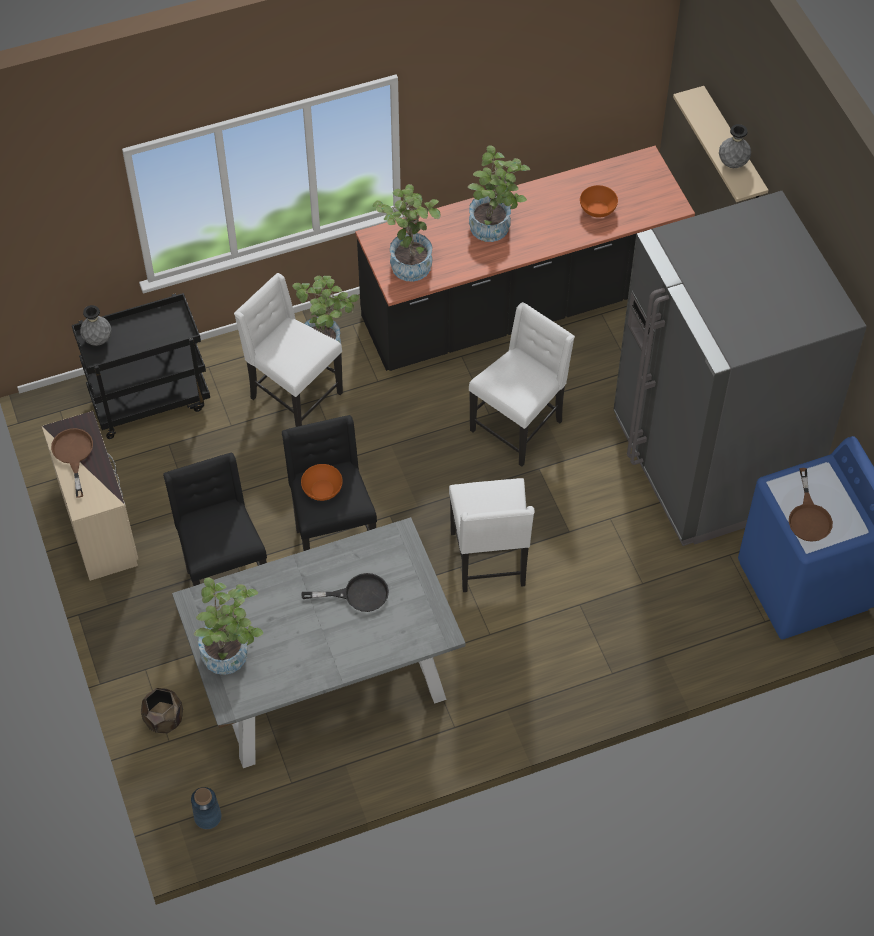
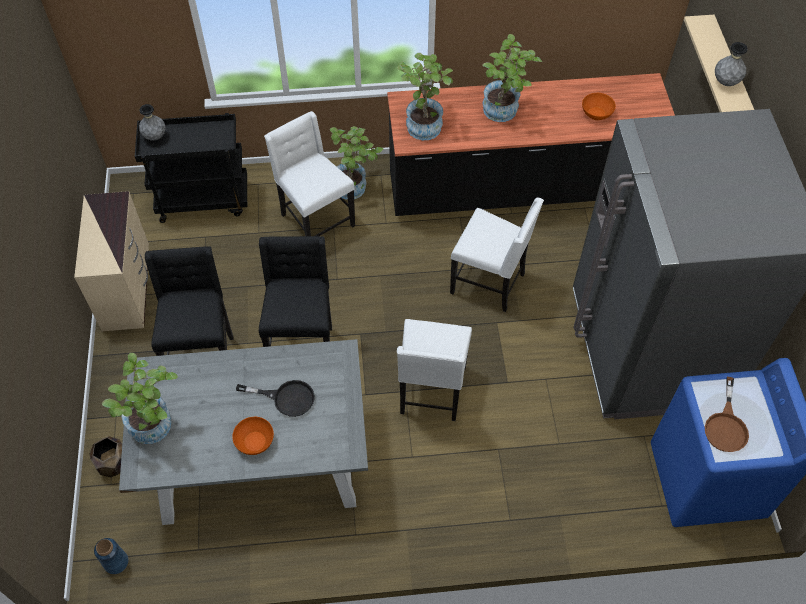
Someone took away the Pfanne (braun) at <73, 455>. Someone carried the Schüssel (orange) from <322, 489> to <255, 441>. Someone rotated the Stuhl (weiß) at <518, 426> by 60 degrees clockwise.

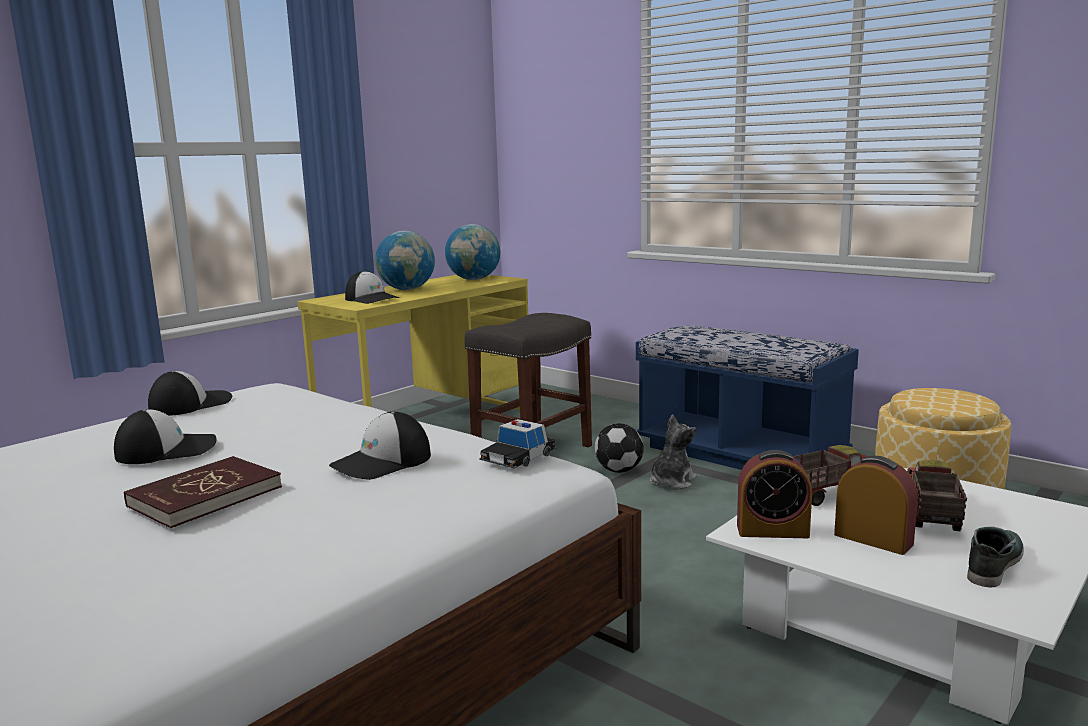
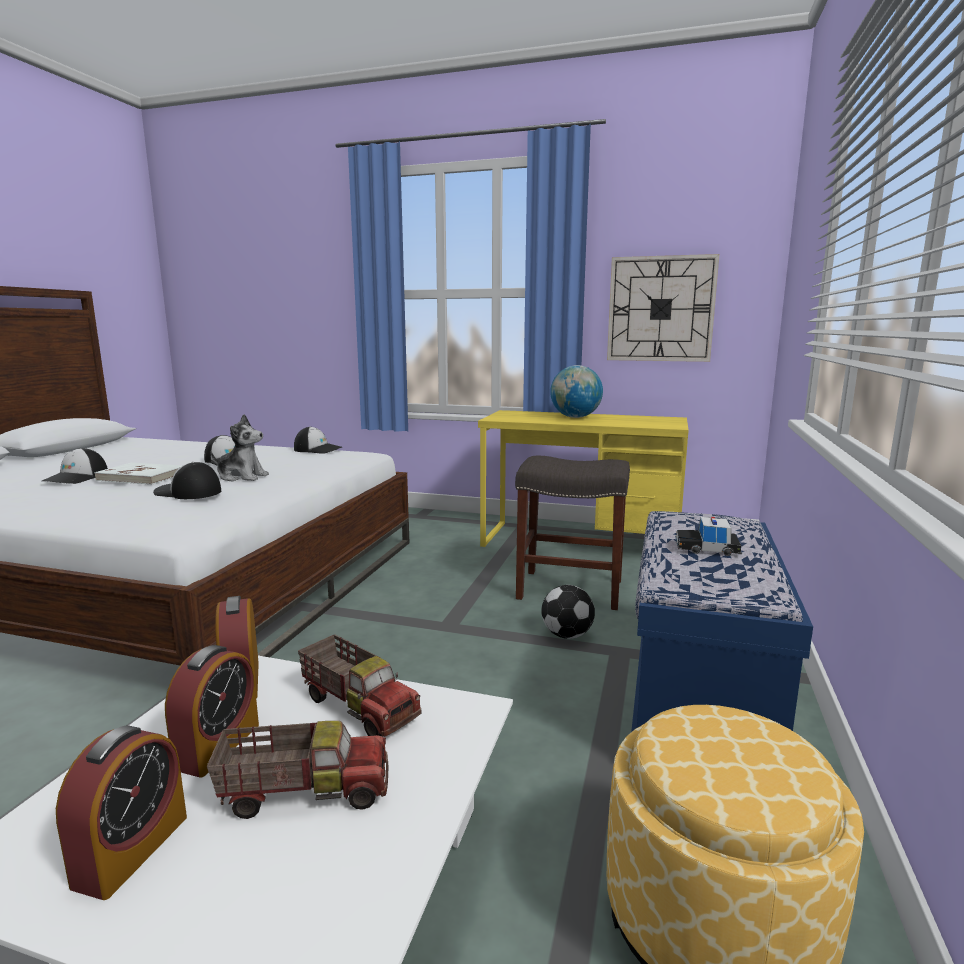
Someone took away the Globus at <474, 279>. Someone put up the Wanduhr at <660, 309>. Someone carried the Kappe from <372, 299> to <77, 478>. Someone carried the Spielzeugauto from <518, 457> to <707, 548>. Someone carried the Plüschtier from <671, 482> to <242, 477>. Someone swapped the Schuh at <993, 564> for the Wecker at <132, 850>. Someone repainted the Buch (rot) at <205, 496>, which became the Buch (weiß) at <142, 477>.

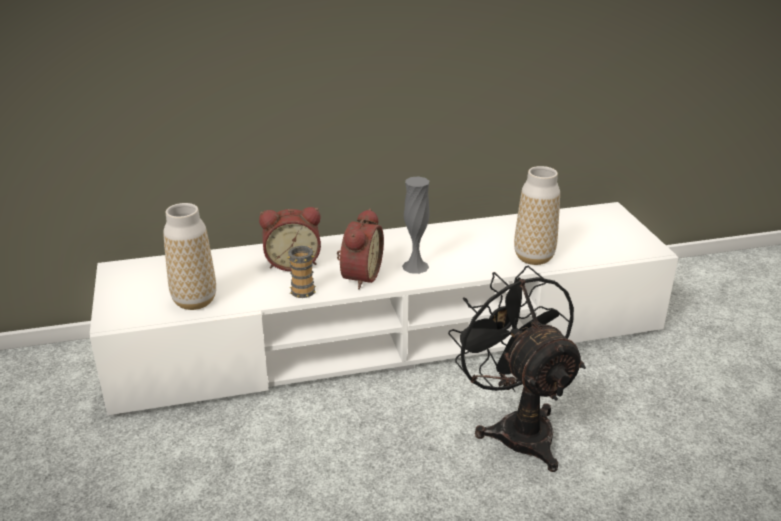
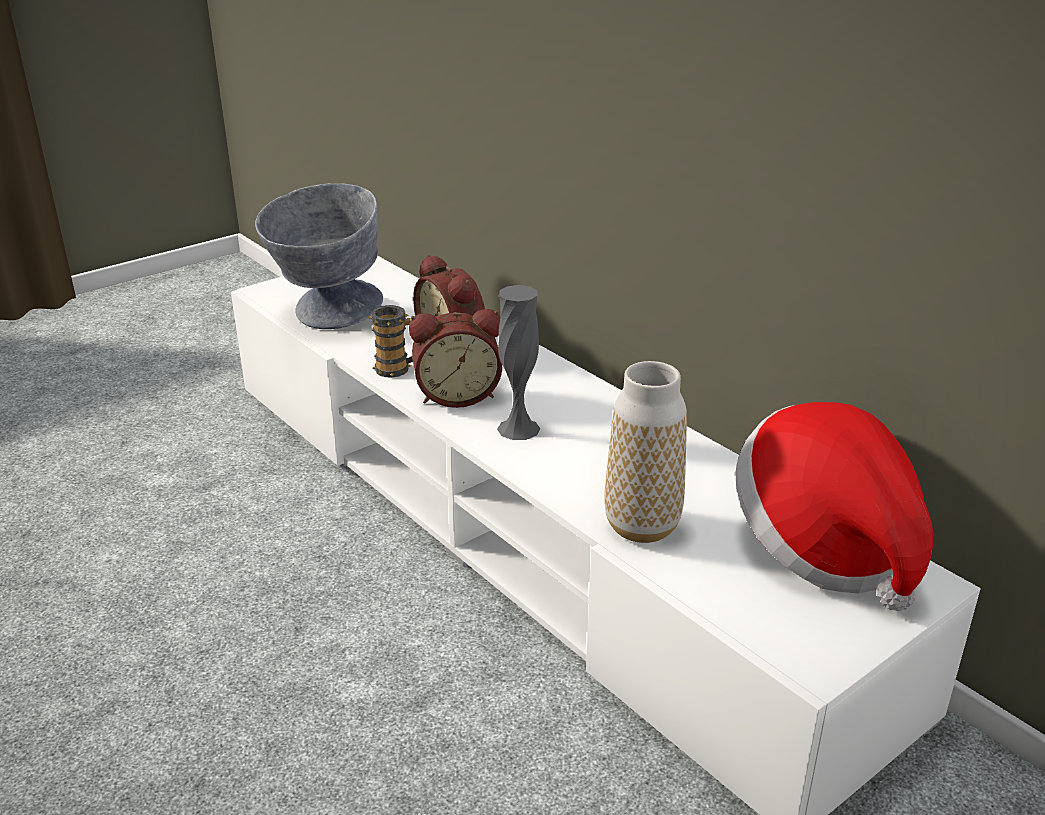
Someone took away the Ventilator (schwarz) at <516, 428>. Someone put down the Hut at <824, 546>. Someone swapped the Vase at <194, 301> for the Schüssel (grau) at <327, 317>.

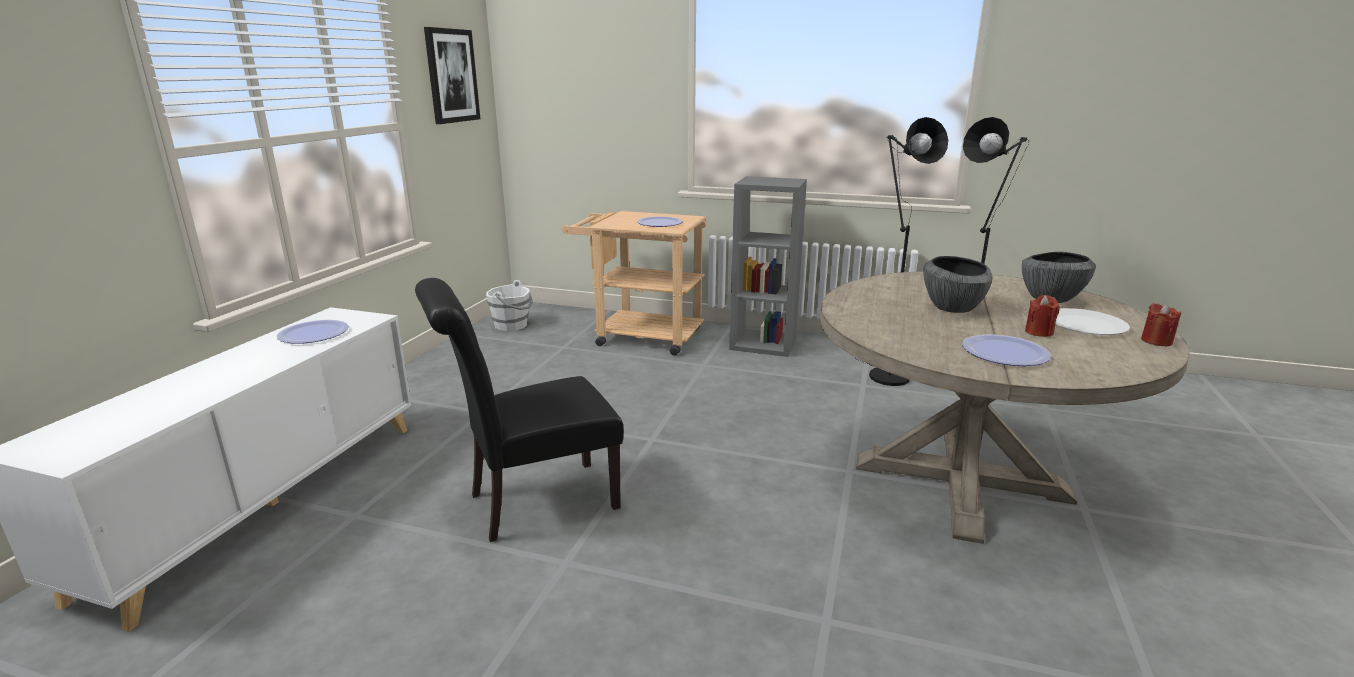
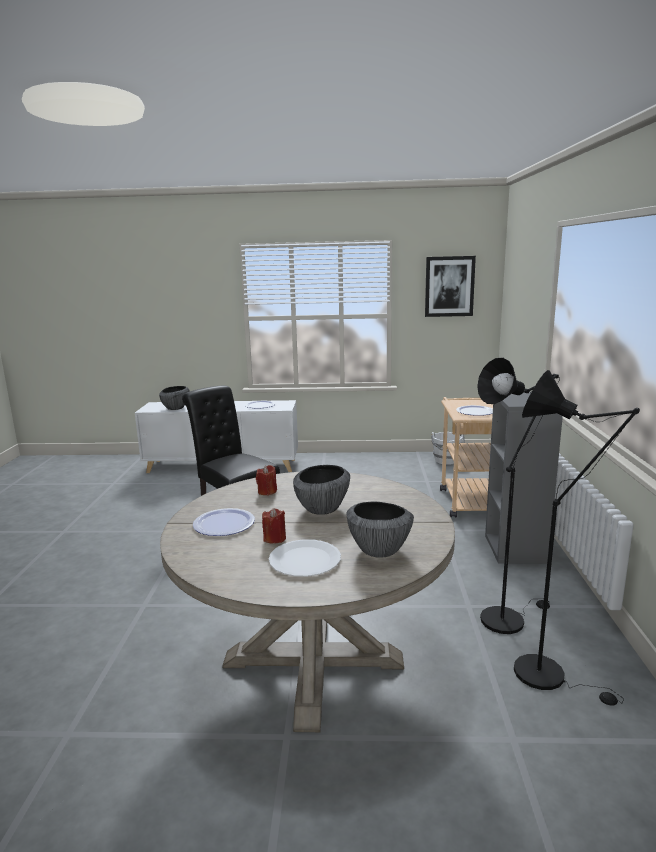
Someone put down the Schüssel at <175, 408>. Someone carried the Kerze (rot) from <1156, 341> to <267, 491>.

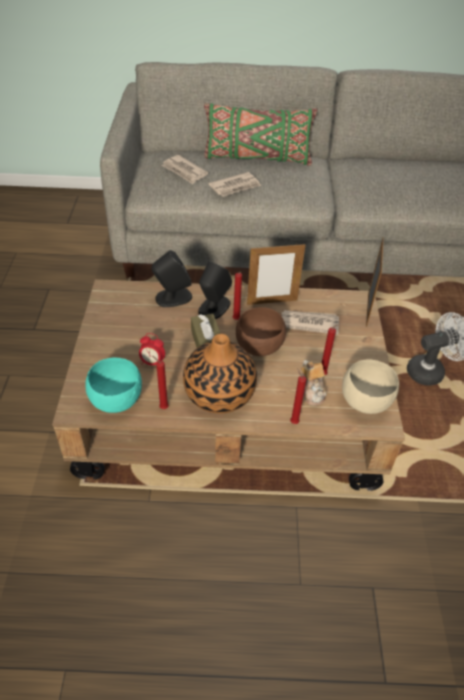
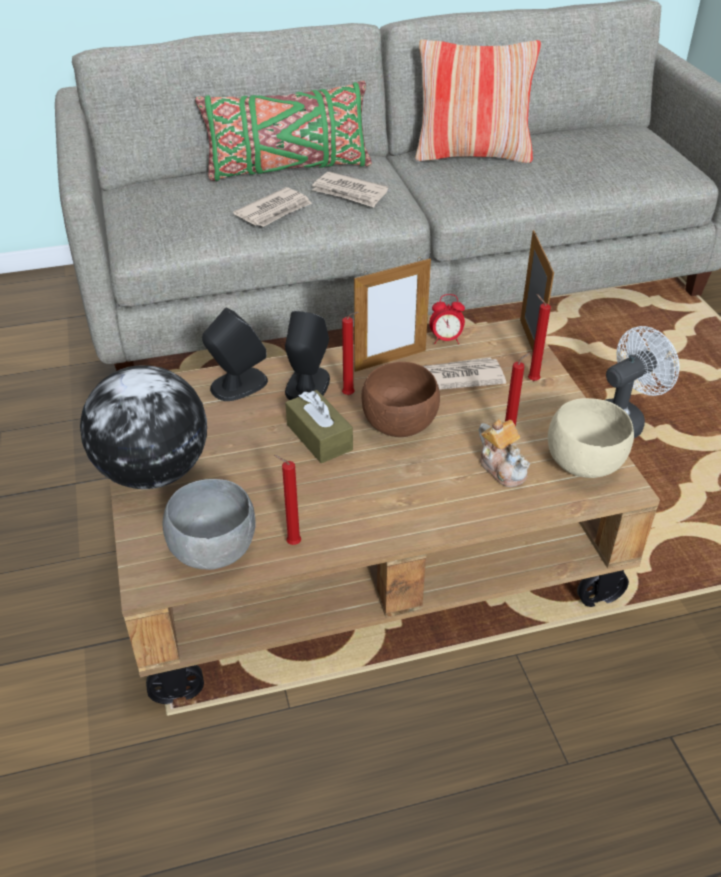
Someone took away the Vase at <219, 393>. Someone put down the Globus at <154, 471>. Someone put down the Kissen at <472, 155>. Someone carried the Wecker from <152, 362> to <446, 340>. Someone carried the Zeitung from <184, 171> to <350, 193>. Someone carried the Kerze (rot) from <293, 421> to <531, 380>. Someone repainted the Schüssel (türkis) at <117, 400>, which became the Schüssel (grau) at <215, 549>.

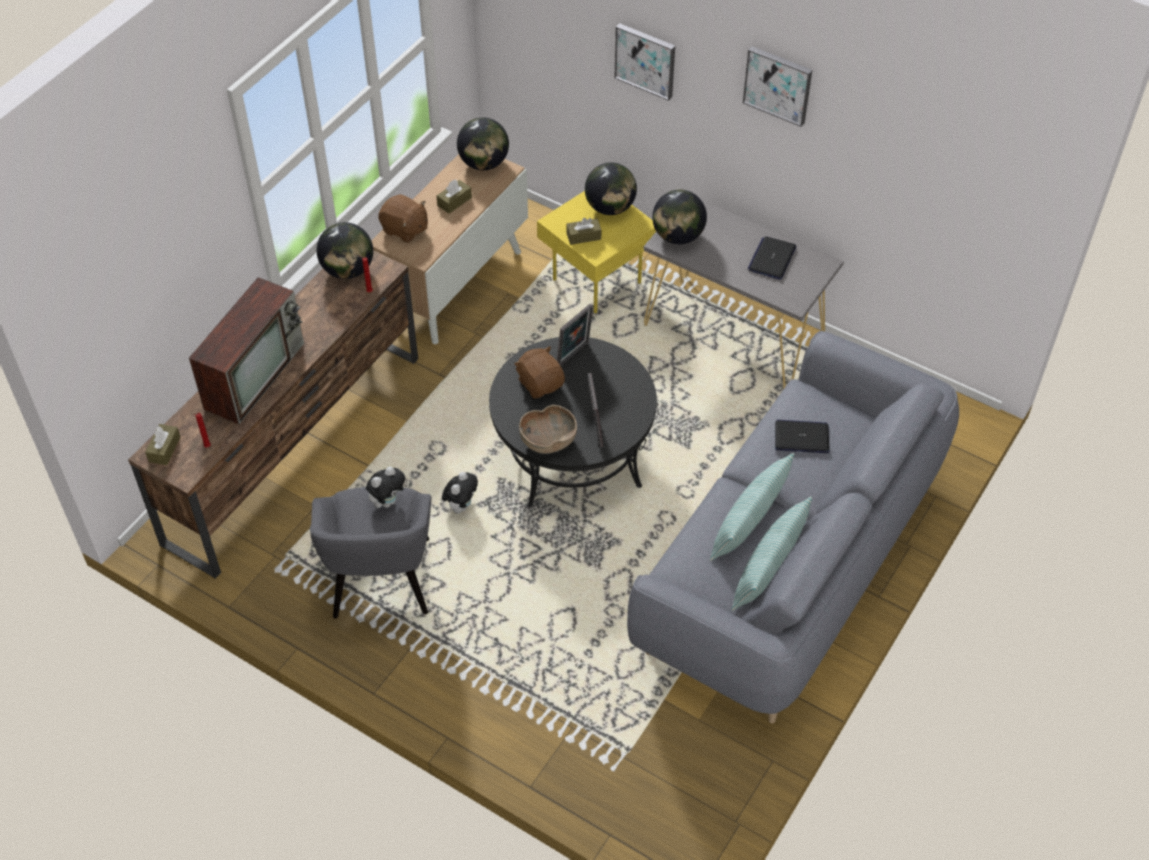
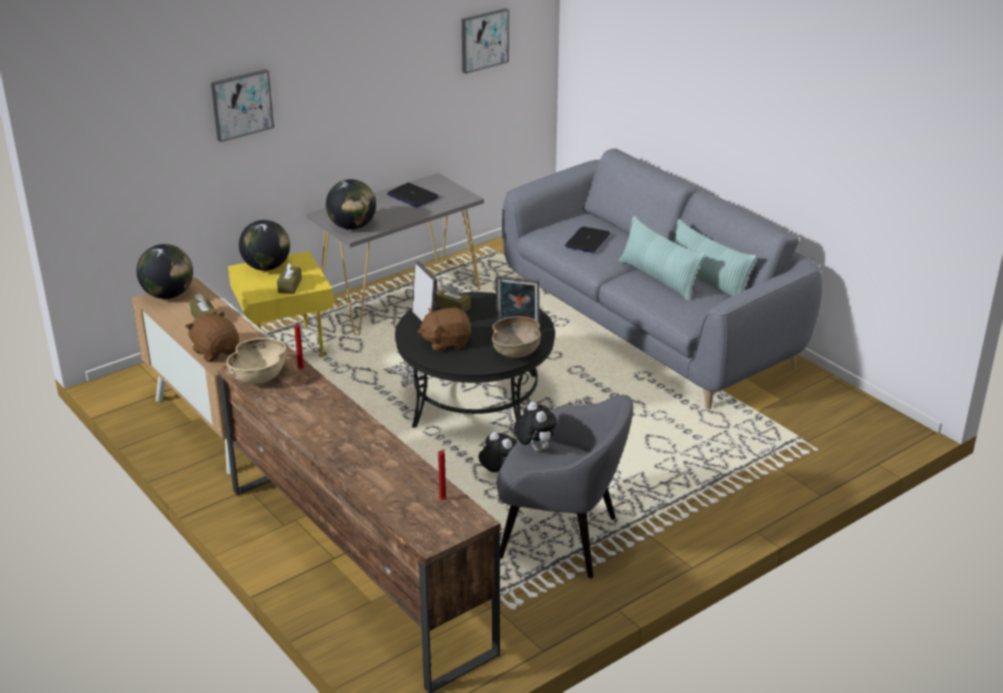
Someone took away the Fernseher at <255, 374>. Someone carried the Taschentuchbox (braun) from <164, 449> to <453, 307>. Someone carried the Bild from <778, 84> to <484, 40>. Someone swapped the Globus at <348, 270> for the Schüssel (beige) at <259, 376>. Someone rotated the Plüschtier (braun) at <405, 229> by 90 degrees counterclockwise.

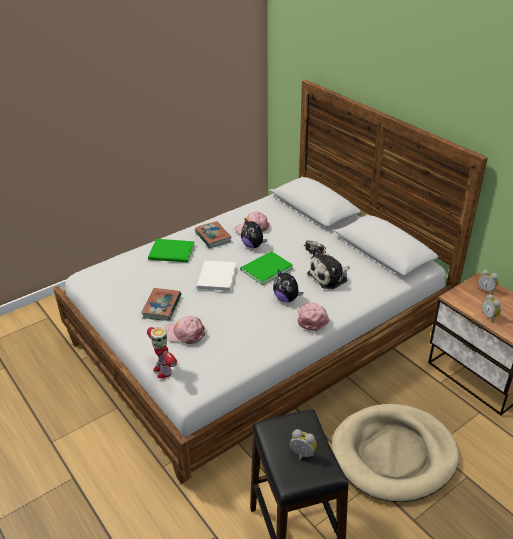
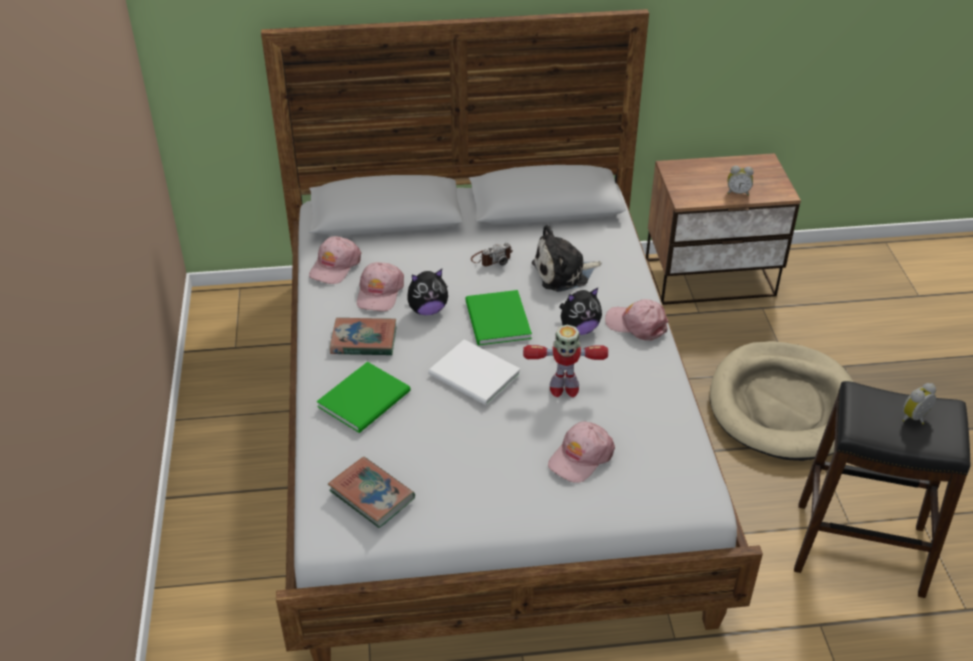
Someone took away the Wecker at <486, 290>. Someone put down the Kappe (rosa) at <335, 266>. Someone carried the Buch from <162, 307> to <372, 495>. Someone carried the Spielzeugroboter from <163, 370> to <563, 388>. Someone rotated the Plüschtier at <329, 277> by 75 degrees clockwise.

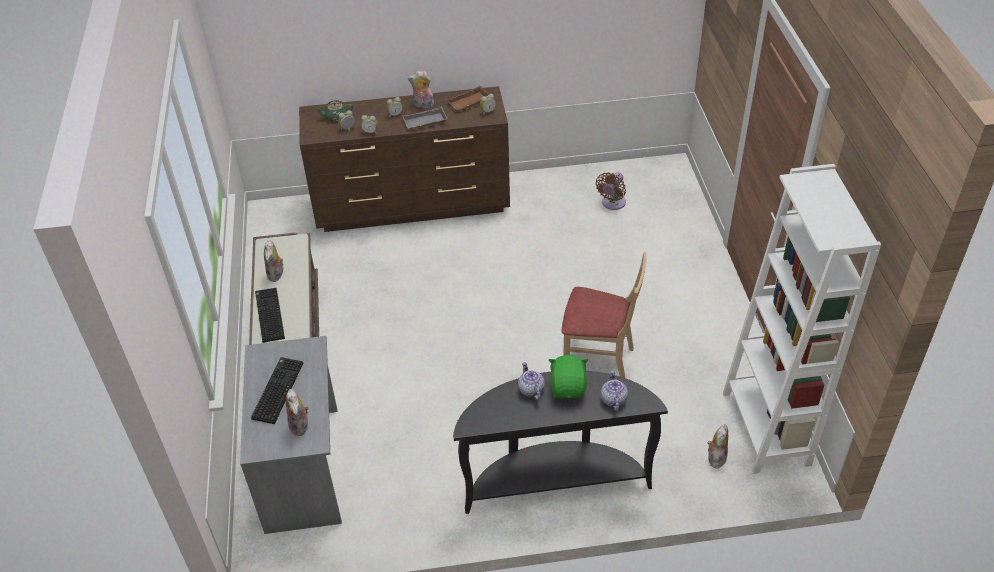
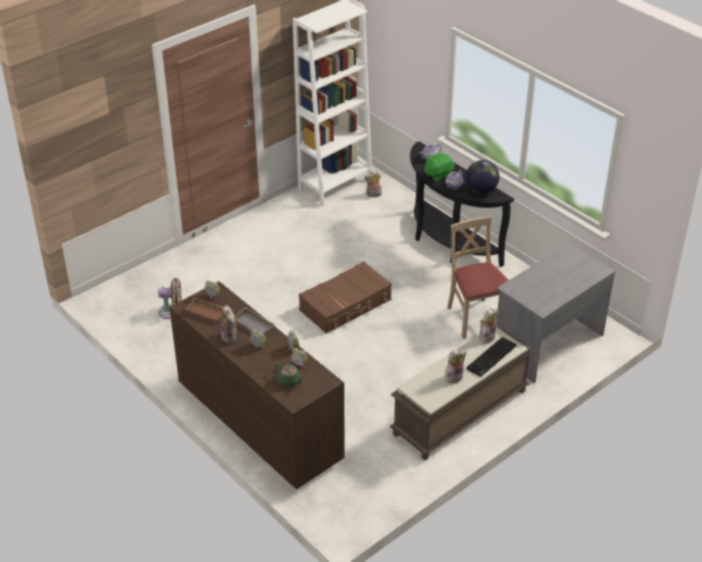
Someone took away the Tastatur at <277, 390>. Someone put down the Koffer (braun) at <346, 305>. Someone put down the Globus at <481, 190>. Someone carried the Plüschtier from <301, 426> to <486, 336>. Someone carried the Stuhl (beige) from <598, 362> to <475, 318>.

